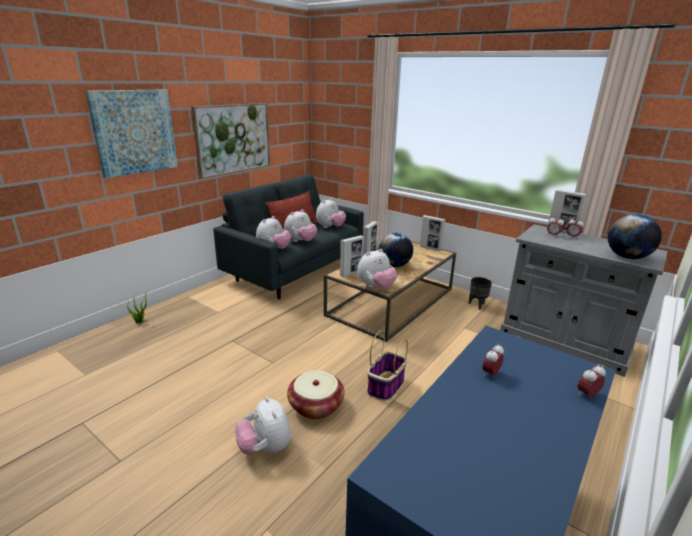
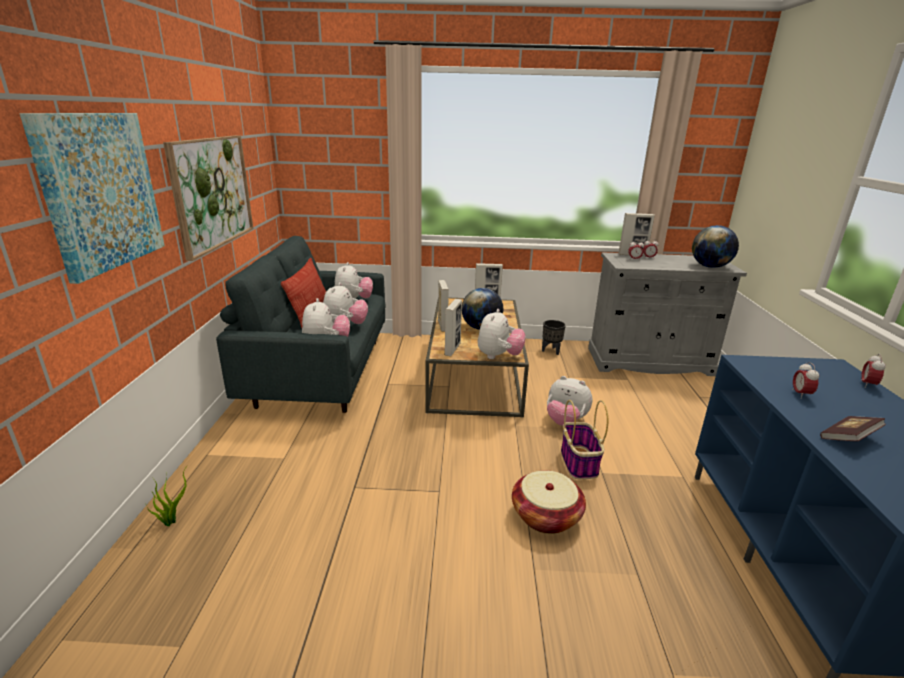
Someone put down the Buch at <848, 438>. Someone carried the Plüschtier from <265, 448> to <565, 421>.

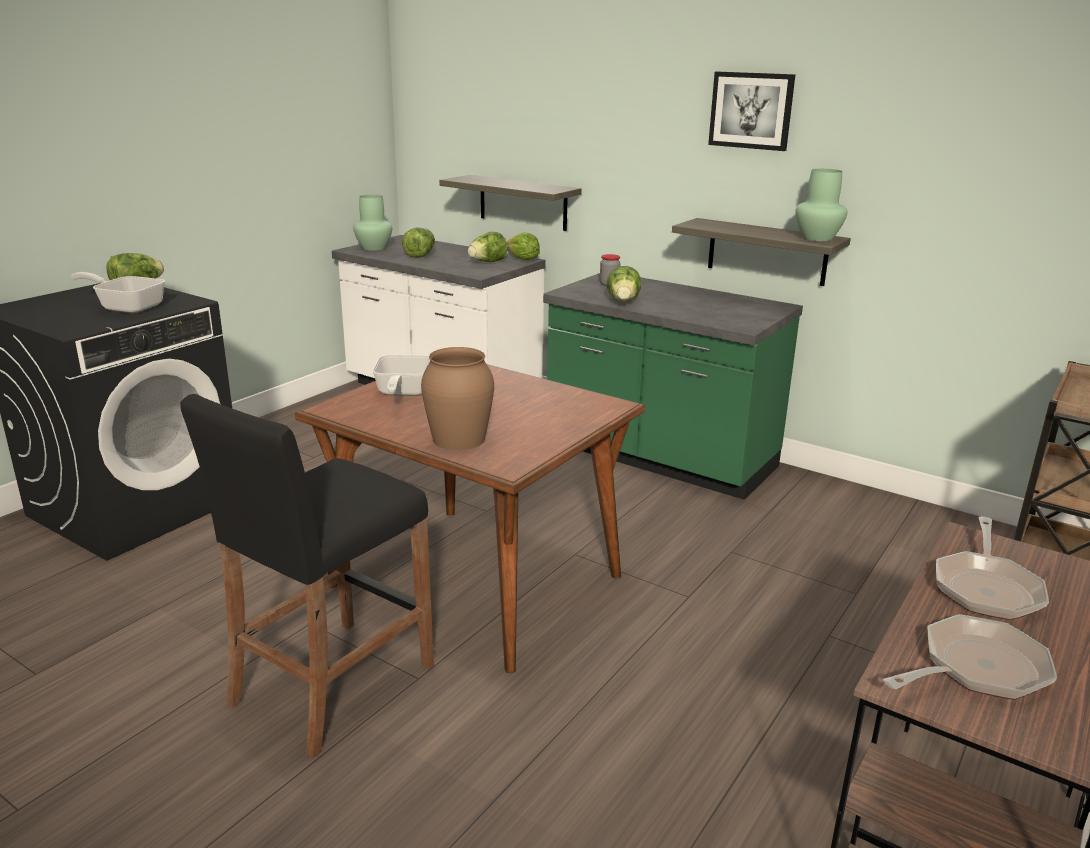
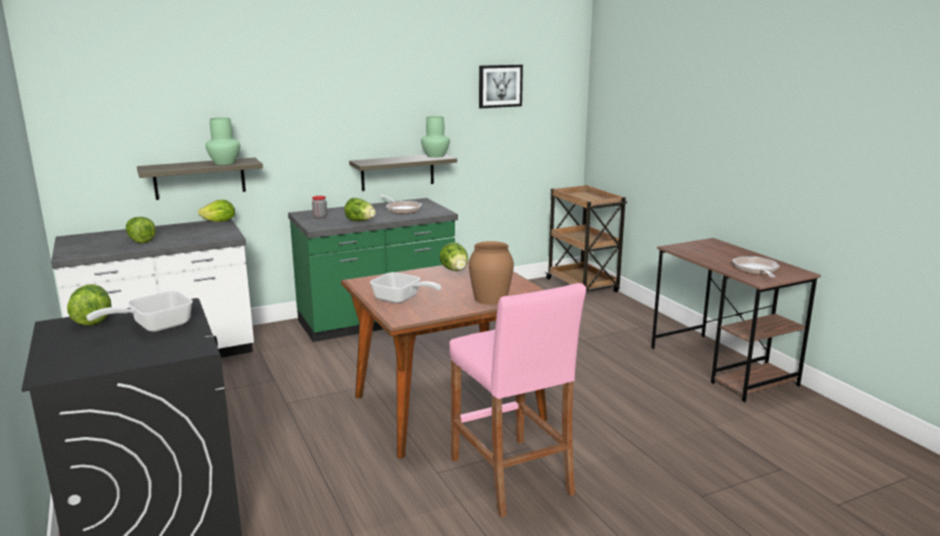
Someone carried the Vase (grün) from <373, 248> to <225, 163>. Someone carried the Salatkopf from <487, 262> to <455, 271>. Someone carried the Bild from <751, 110> to <500, 86>. Someone carried the Pfanne from <986, 588> to <402, 209>. Someone repainted the Hocker (schwarz) at <331, 684>, which became the Hocker (rosa) at <511, 476>.

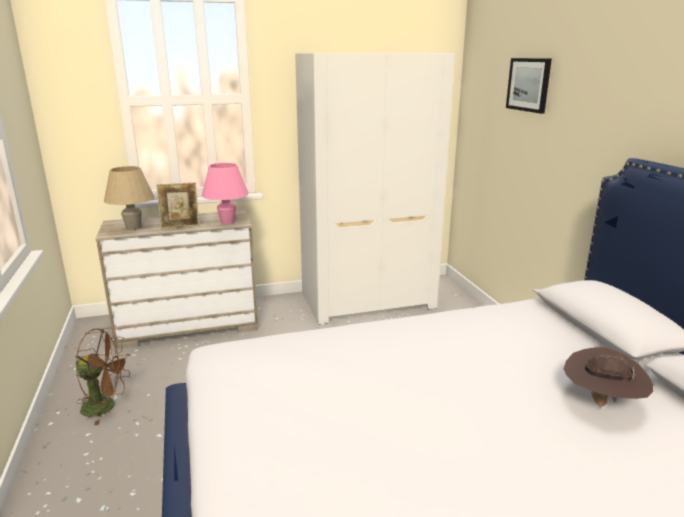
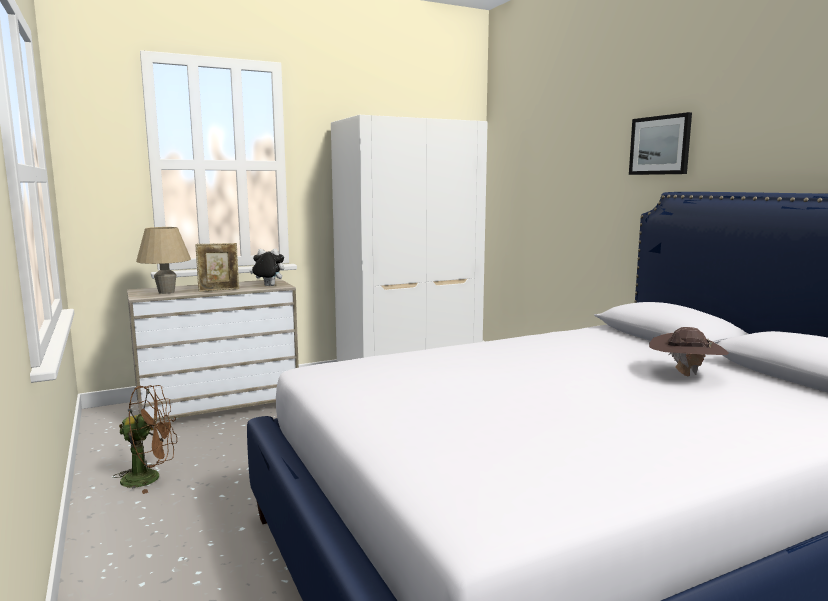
Someone carried the Bild from <529, 84> to <660, 145>. Someone swapped the Tischlampe (rosa) at <227, 222> for the Plüschtier at <268, 286>.

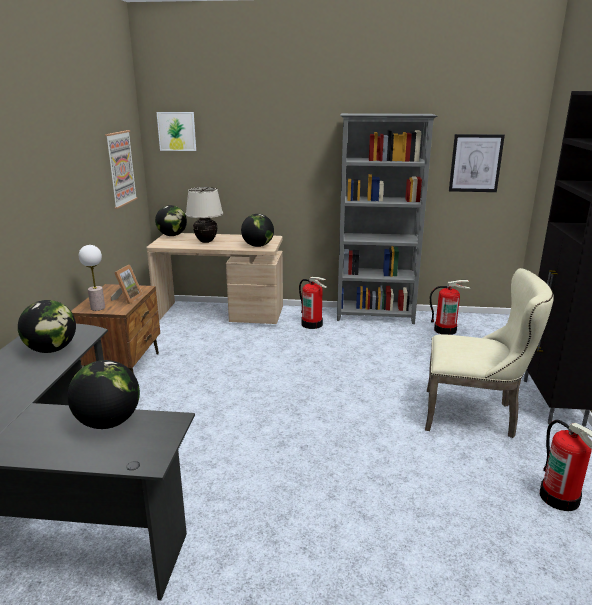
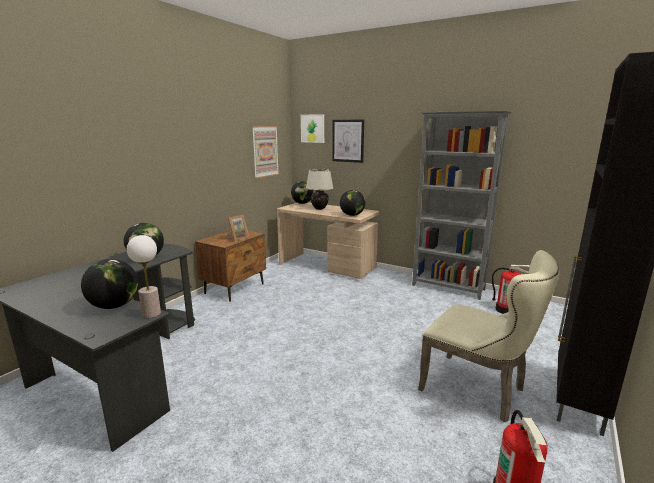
Someone took away the Feuerlöscher at <312, 324>. Someone carried the Tischlampe from <98, 308> to <151, 314>. Someone carried the Bild from <475, 163> to <348, 141>.

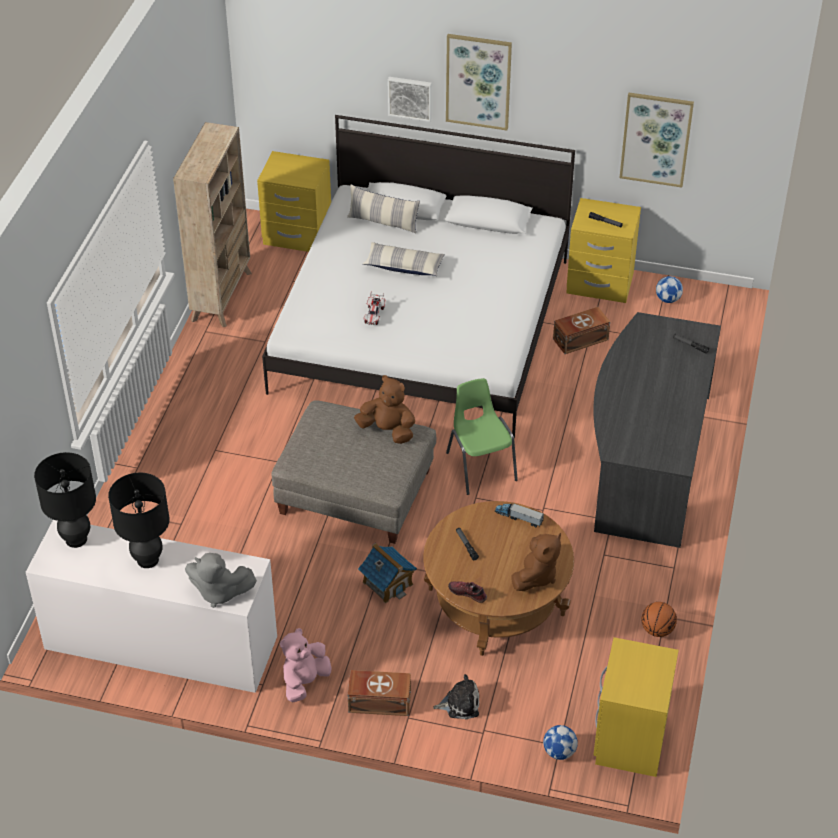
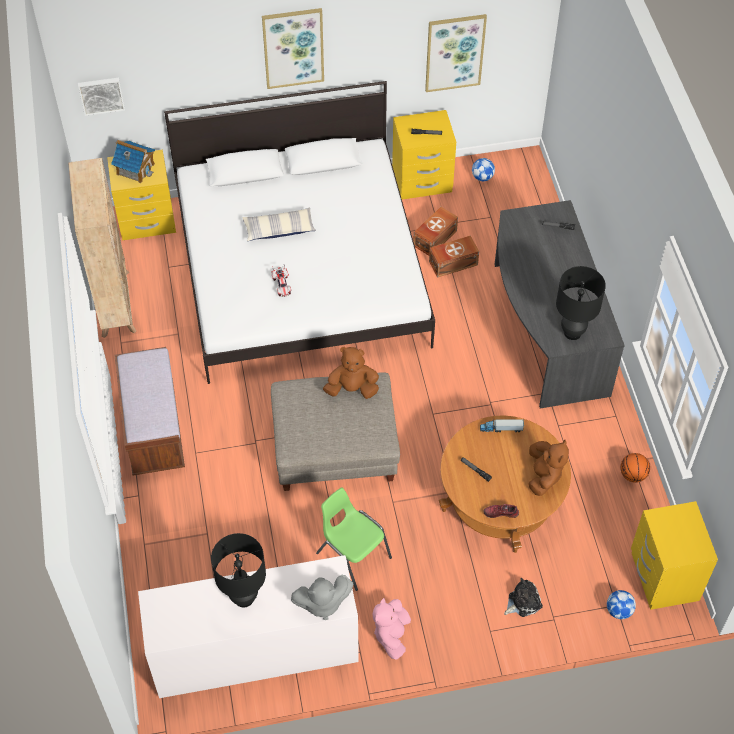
Someone took away the Kissen at <383, 222>. Someone put down the Bank (braun) at <153, 430>. Someone carried the Tischlampe (schwarz) from <76, 539> to <572, 333>. Someone carried the Aufbewahrungsbox (braun) from <378, 701> to <452, 263>. Someone carried the Spielzeughaus from <387, 583> to <135, 169>. Someone carried the Bild from <410, 97> to <101, 95>. Someone carried the Stuhl (grün) from <480, 466> to <352, 555>.

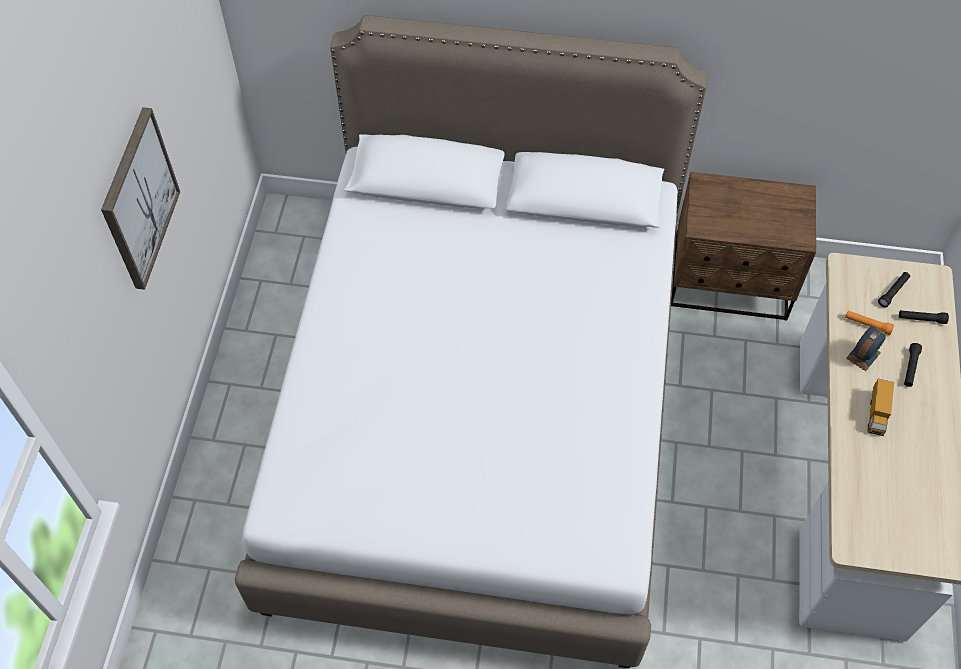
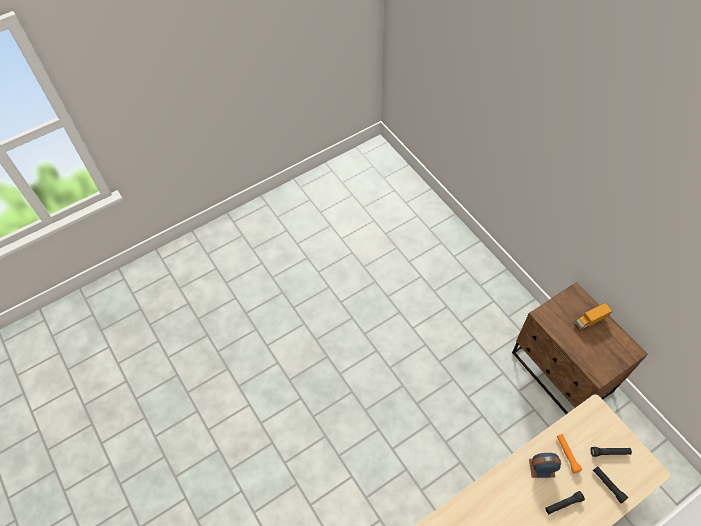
Someone took away the Bild at <139, 199>. Someone took away the Bett (weiß) at <480, 414>. Someone carried the Spielzeuglaster from <876, 413> to <590, 321>.

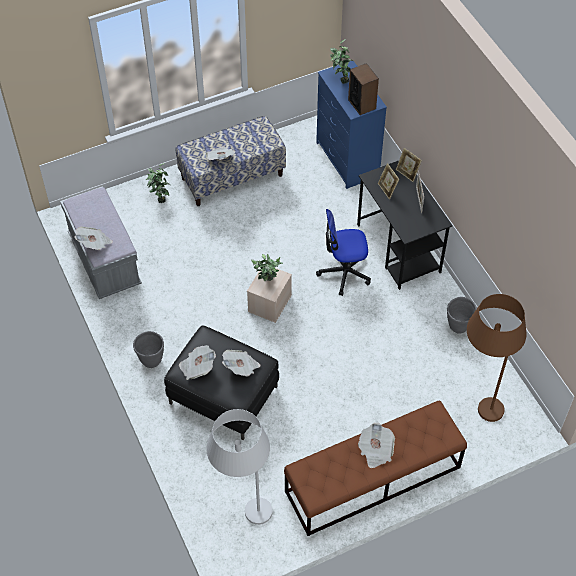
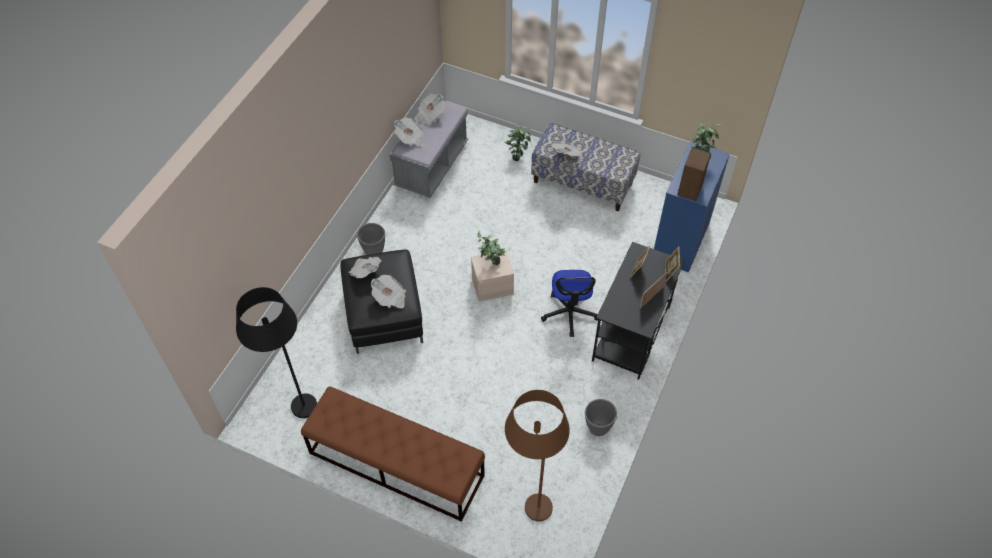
Someone carried the Zeitung from <375, 451> to <429, 115>. Someone repainted the Stehlampe (weiß) at <243, 515>, which became the Stehlampe (schwarz) at <293, 399>. Someone rotated the Bürostuhl at <344, 272> by 135 degrees counterclockwise.

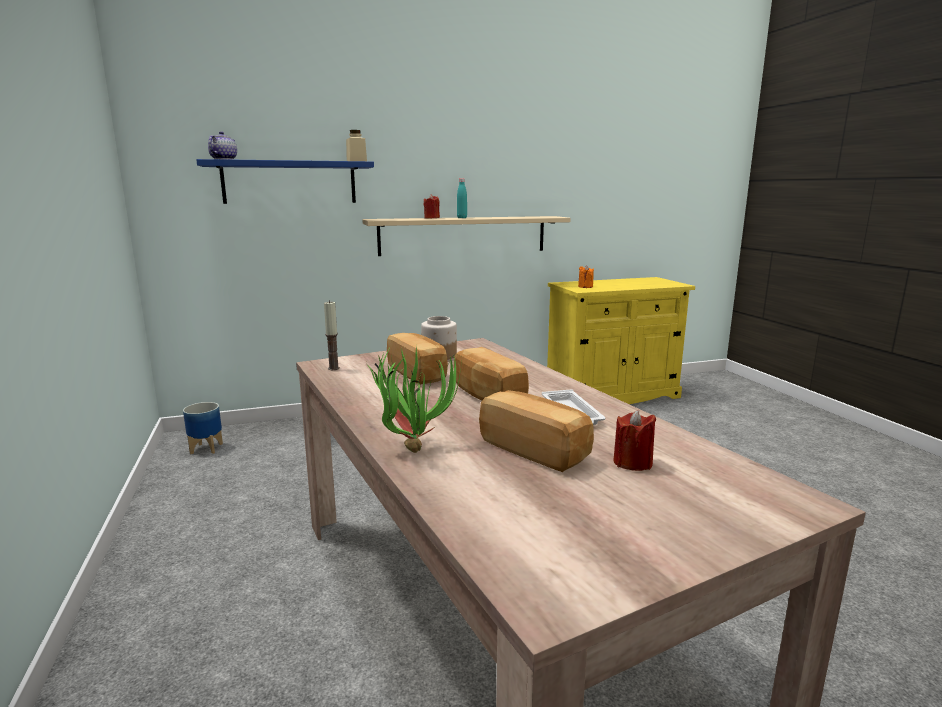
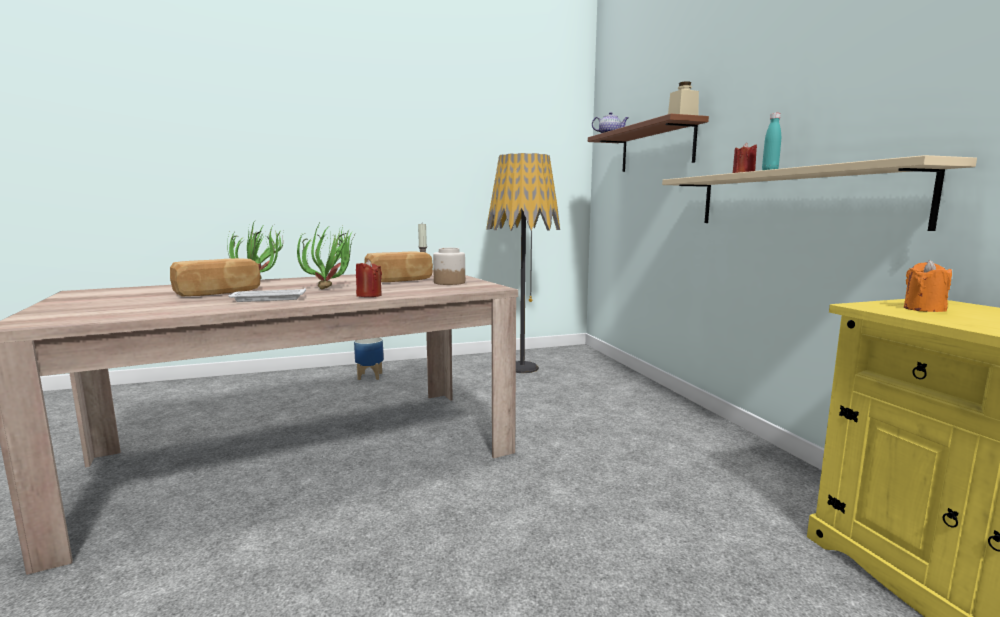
Someone put down the Stehlampe at <522, 368>. Someone carried the Pflanzkübel from <206, 448> to <370, 376>. Someone carried the Kerze (rot) from <632, 463> to <369, 295>. Someone swapped the Brot at <487, 395> for the Topfpflanze at <332, 289>. Someone repainted the Wandregal (blau) at <289, 182>, which became the Wandregal (braun) at <656, 148>.

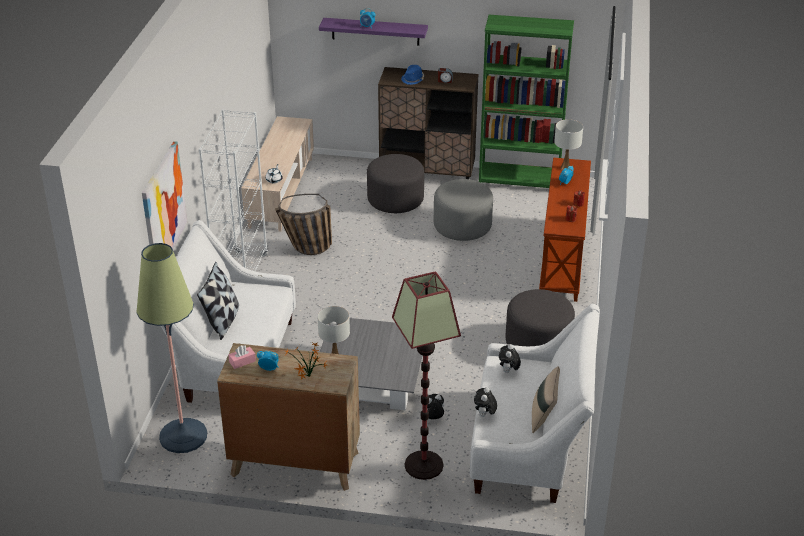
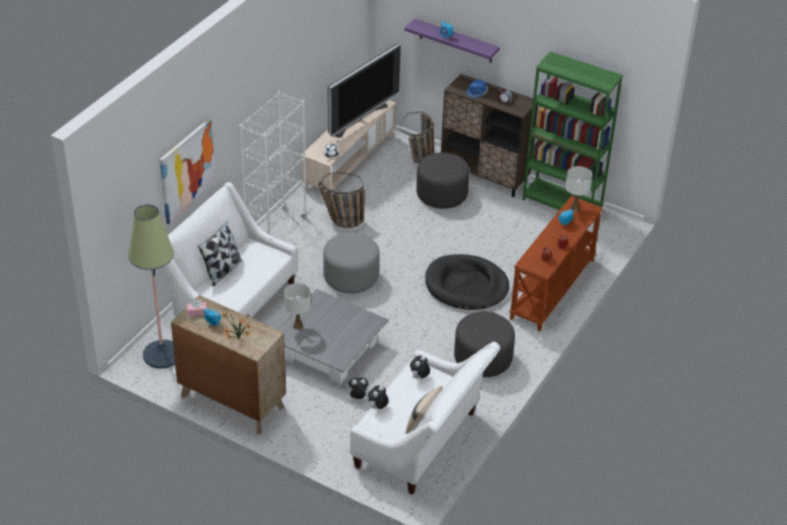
Someone took away the Stehlampe at <423, 465>. Someone put down the Fernseher at <359, 119>. Someone put down the Korb at <420, 159>. Someone put down the Hundebett (schwarz) at <466, 286>. Someone carried the Polsterhocker (grau) from <462, 226> to <351, 277>.

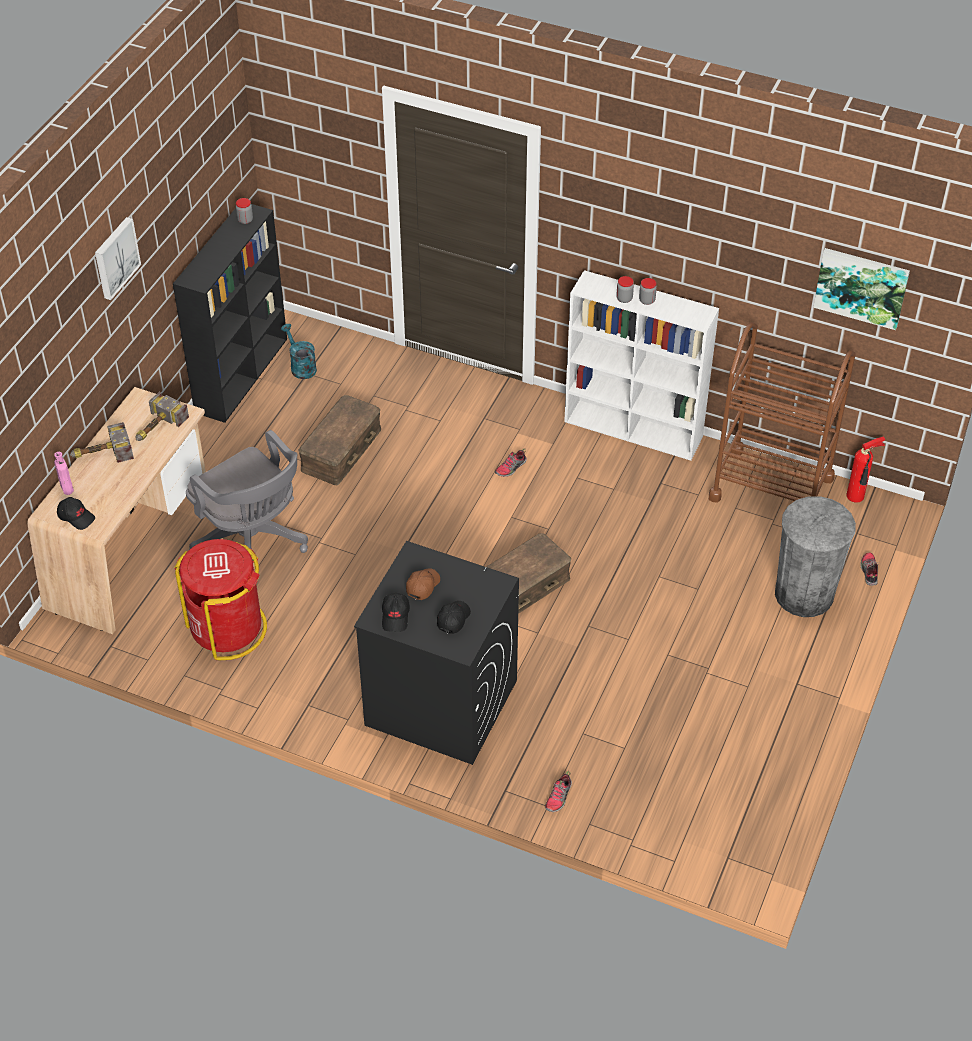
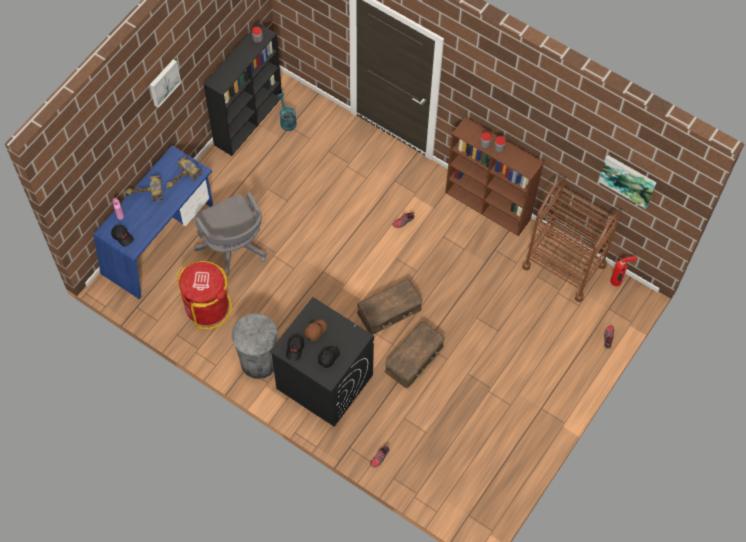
Someone carried the Aufbewahrungsbox (braun) from <340, 449> to <413, 358>. Someone carried the Mülleimer (grau) from <804, 594> to <259, 361>. Someone repainted the Schreibtisch (beige) at <132, 549>, which became the Schreibtisch (blau) at <160, 240>. Someone repainted the Bücherregal (weiß) at <634, 429>, which became the Bücherregal (braun) at <488, 206>.

